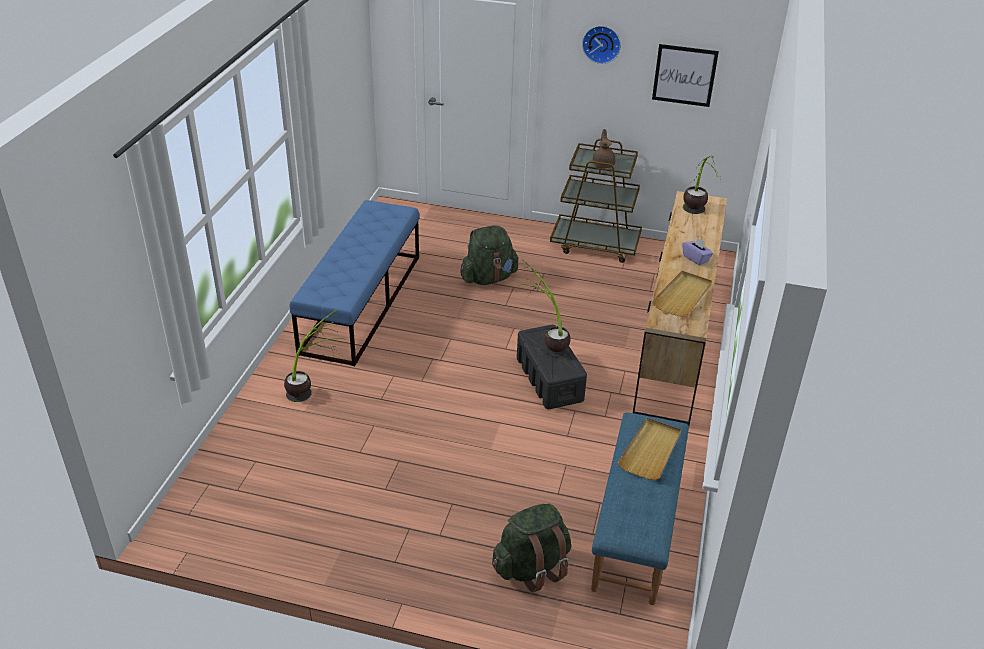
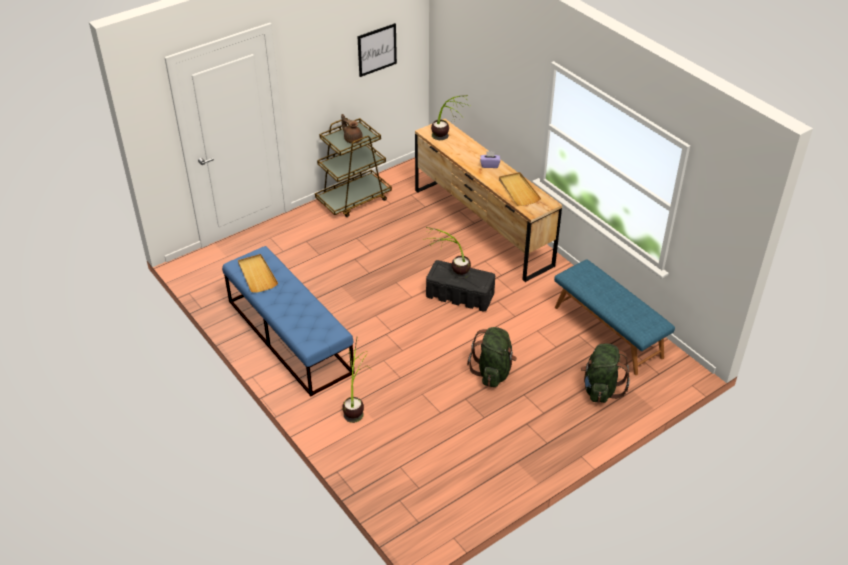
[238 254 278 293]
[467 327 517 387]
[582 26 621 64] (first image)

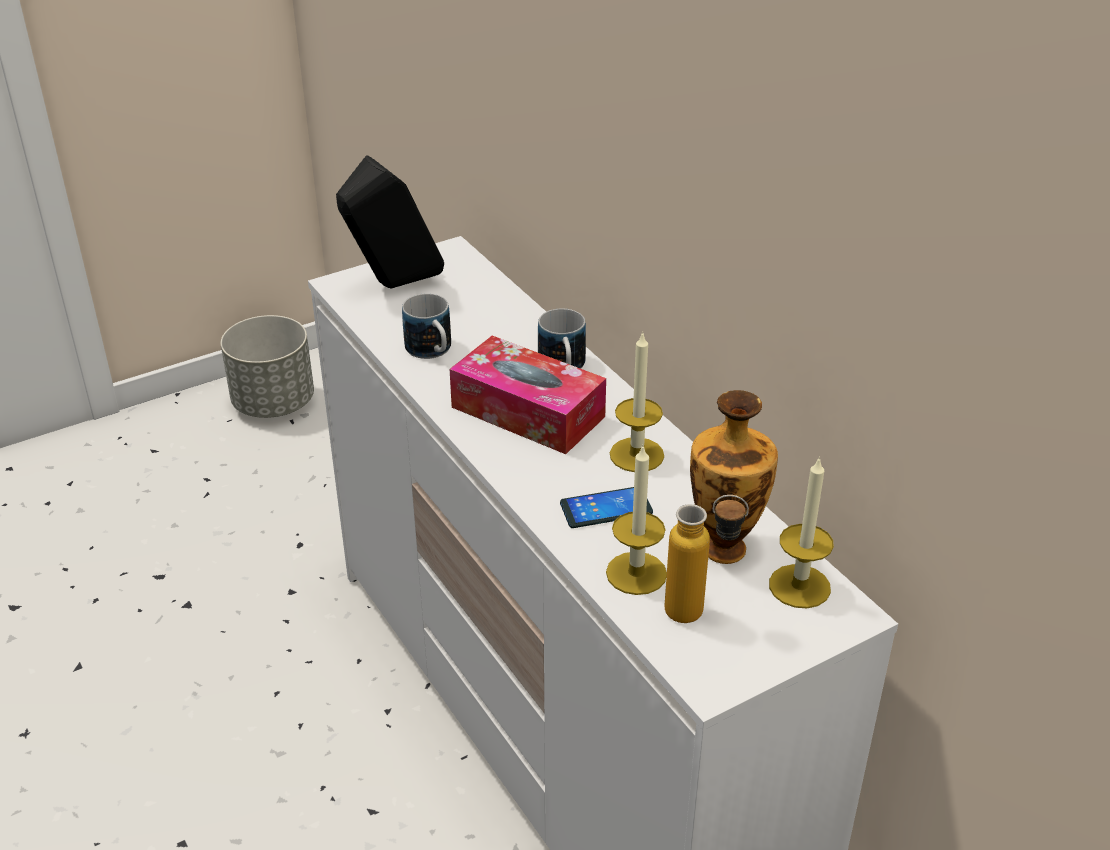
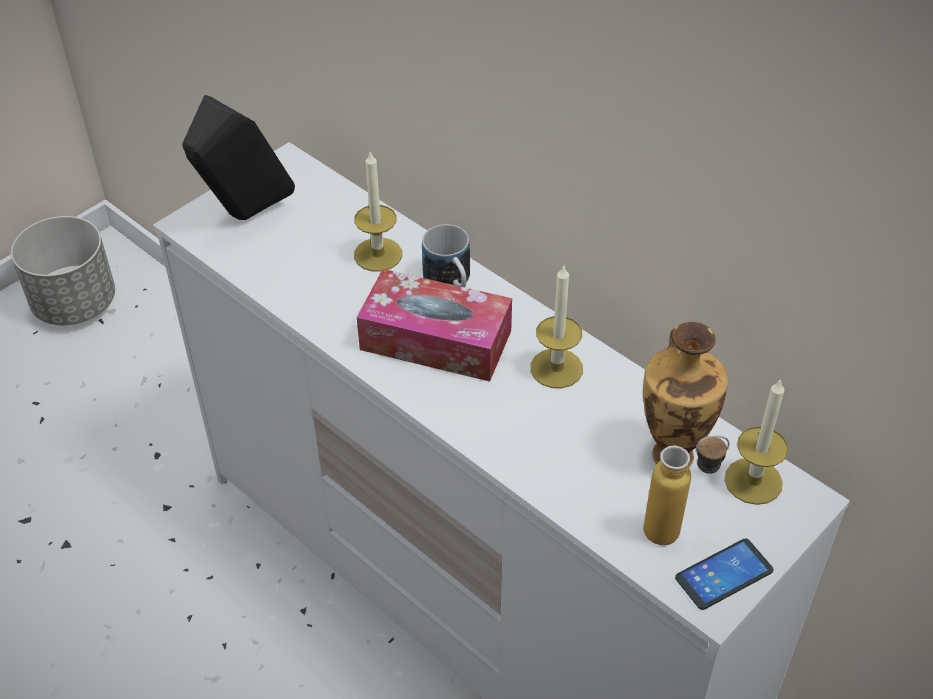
[354 150 402 272]
[675 538 773 610]
[402 293 451 359] (first image)

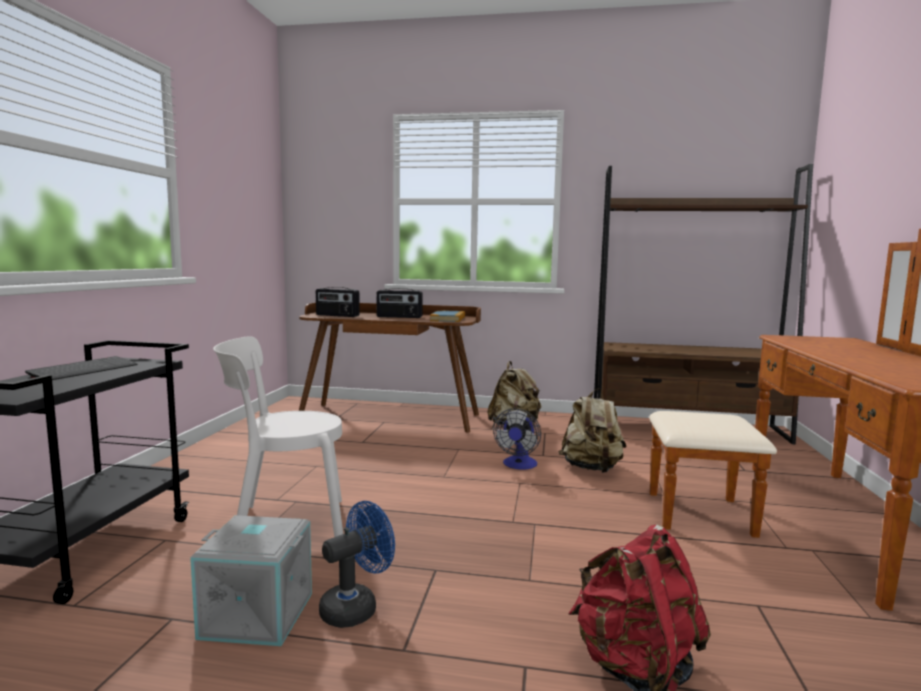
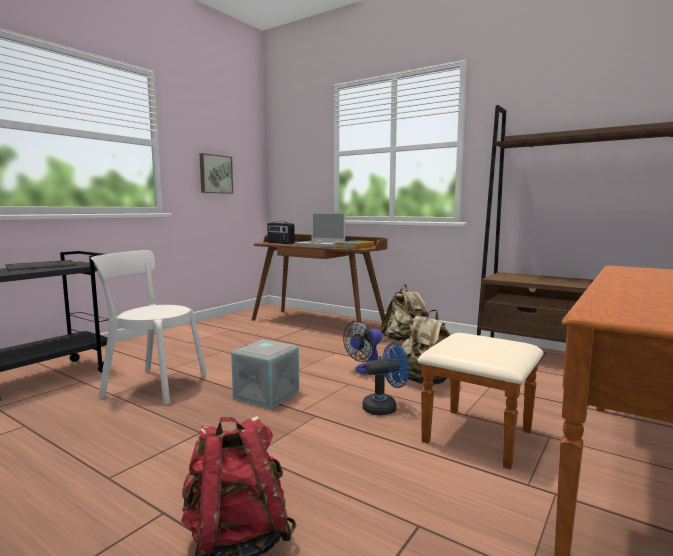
[200 153 233 194]
[231 339 299 409]
[296 212 345 247]
[362 343 409 416]

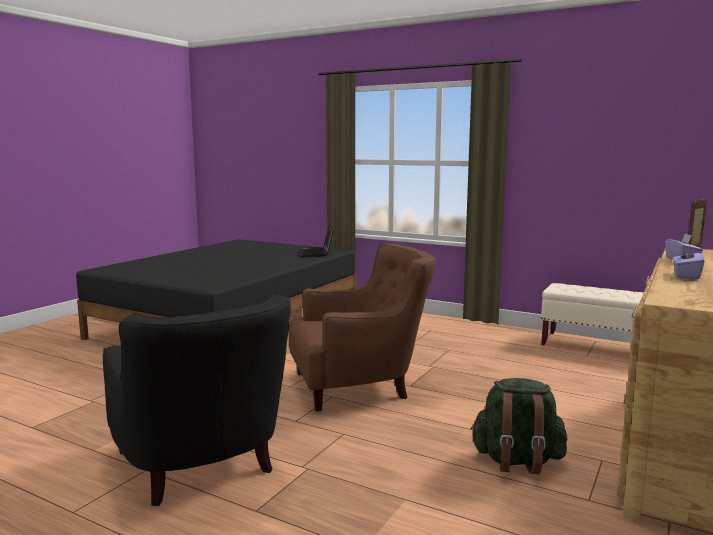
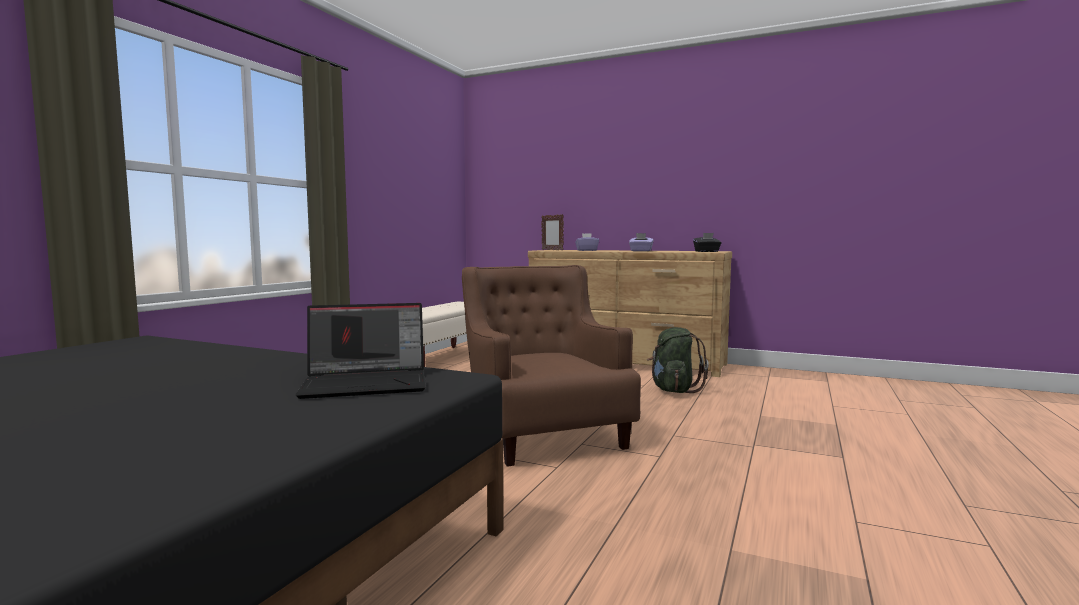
[295 303 426 399]
[693 233 722 252]
[103 294 291 506] (first image)

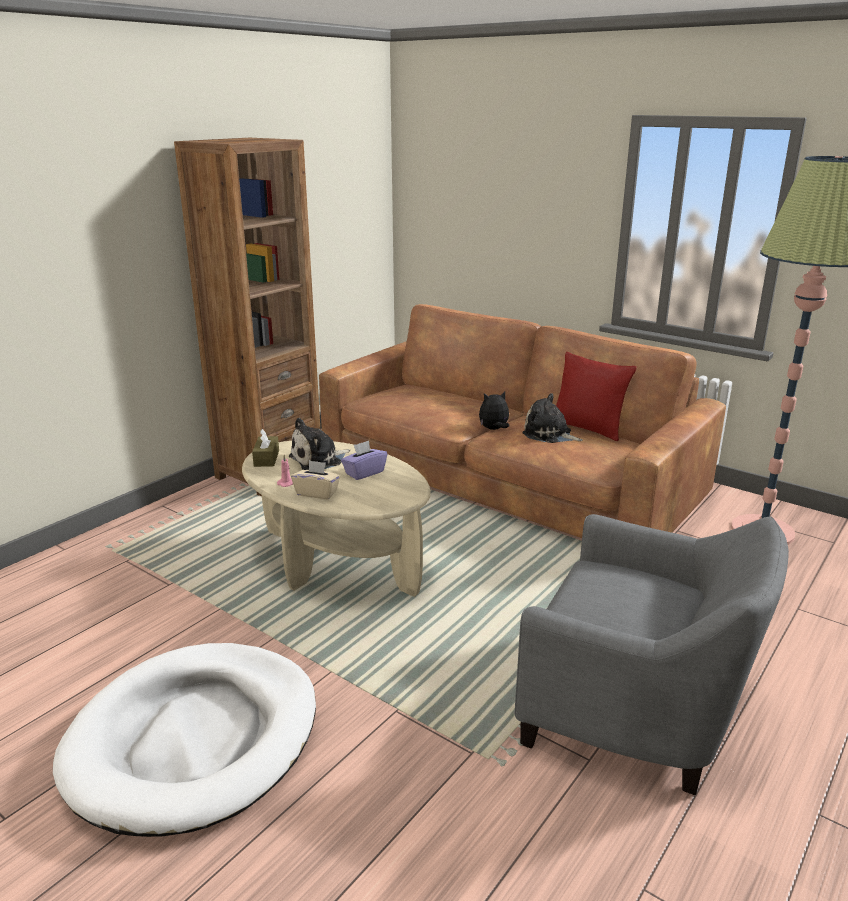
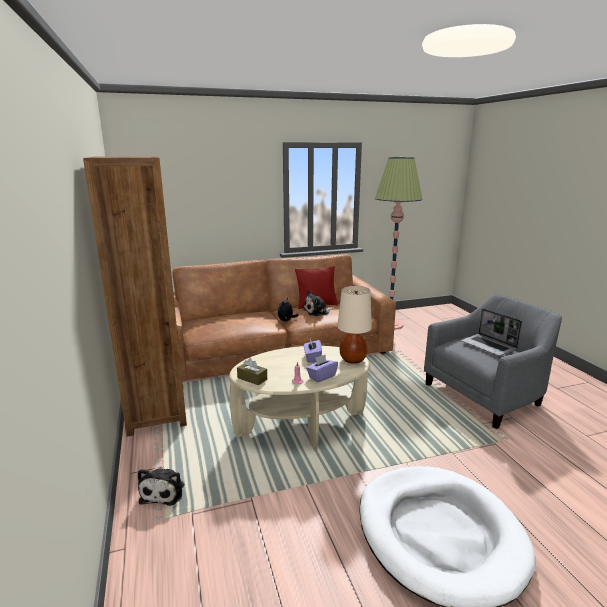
[138 468 184 506]
[306 355 338 382]
[337 286 372 364]
[461 308 522 356]

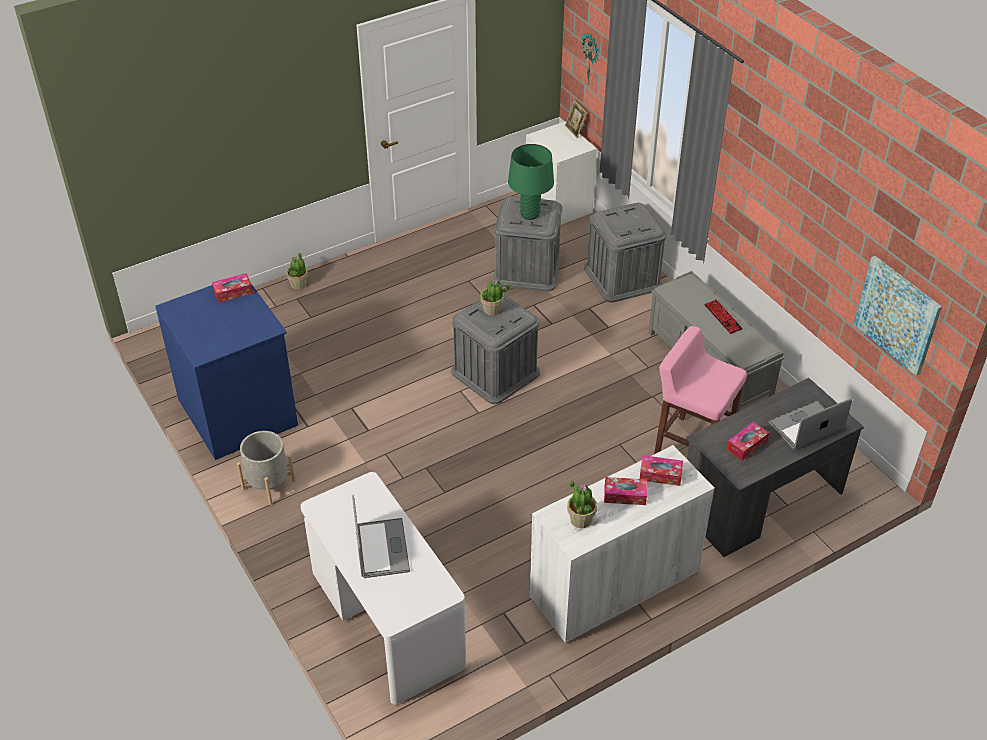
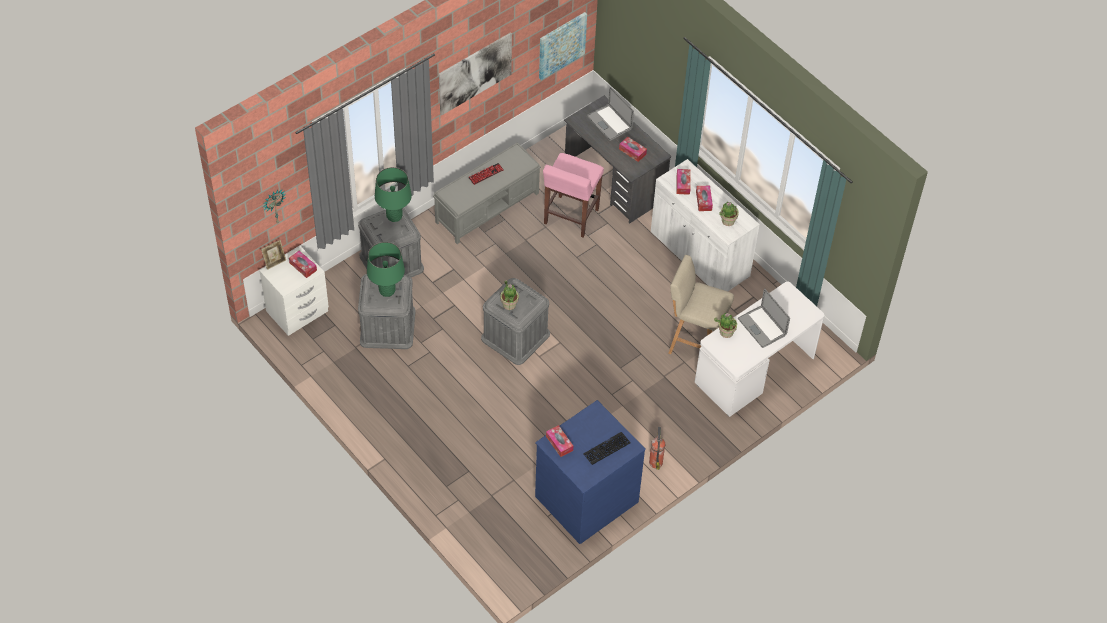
[289 251 317 278]
[375 167 412 222]
[439 32 512 116]
[583 432 631 465]
[649 427 665 470]
[668 255 734 354]
[714 313 737 338]
[738 288 790 348]

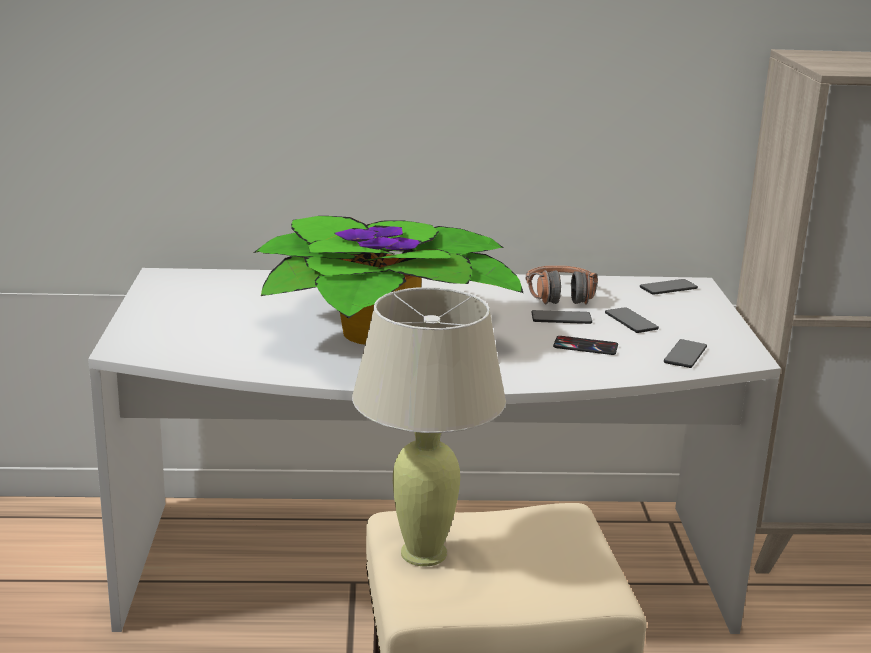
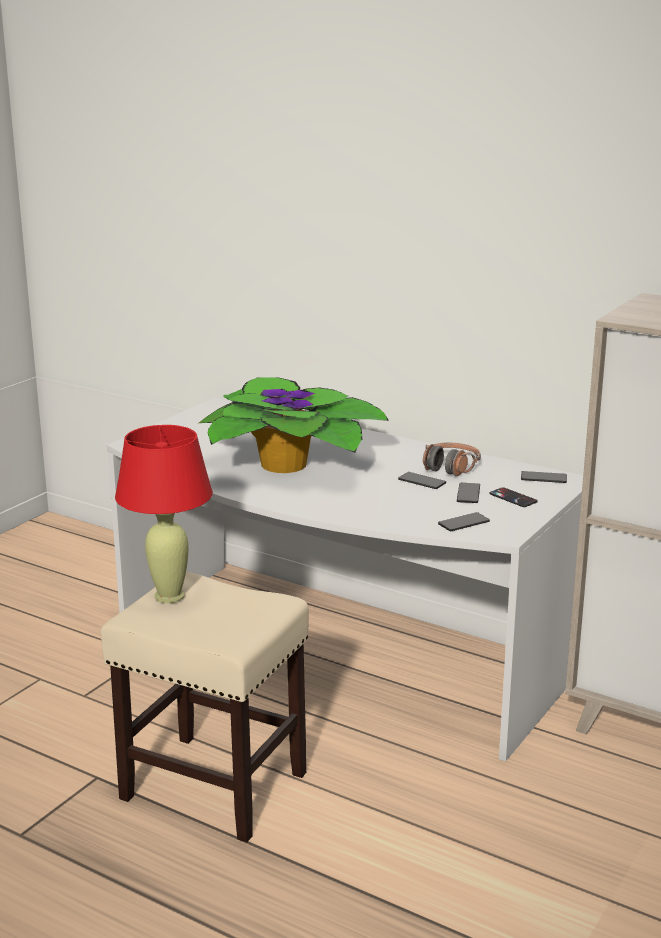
[115 425 213 603]
[489 487 538 507]

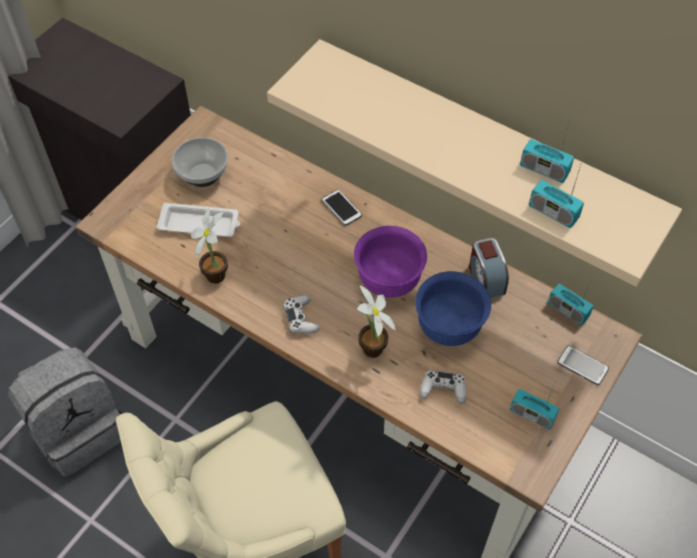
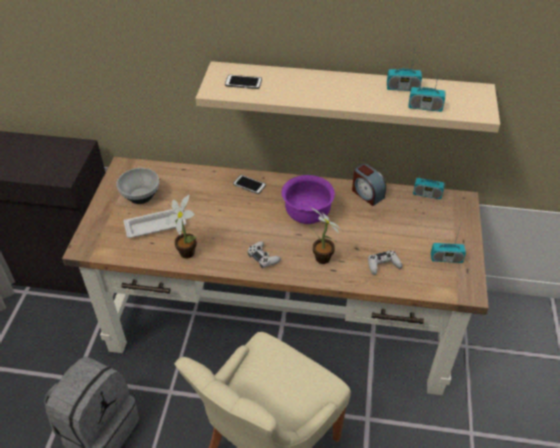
[225 75 262 89]
[415 271 491 346] (first image)

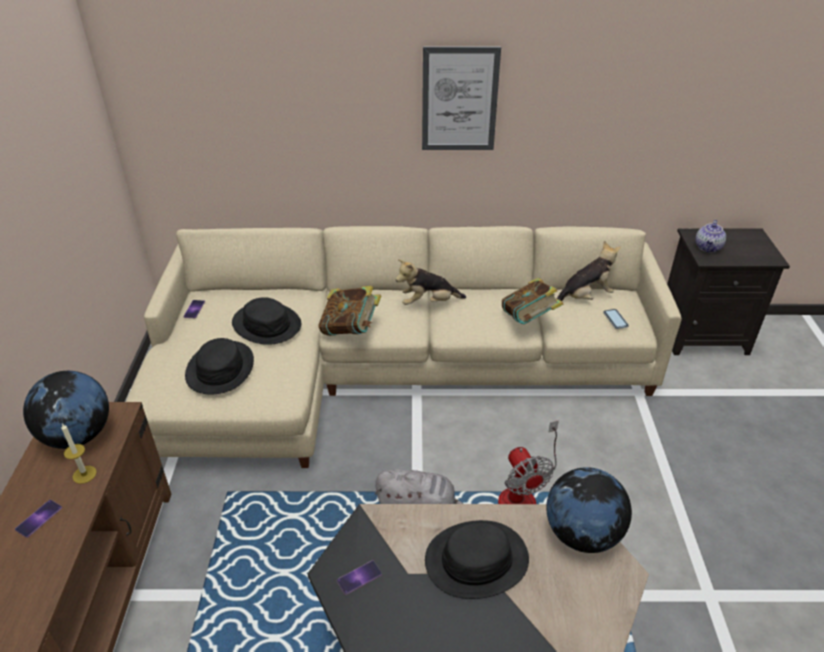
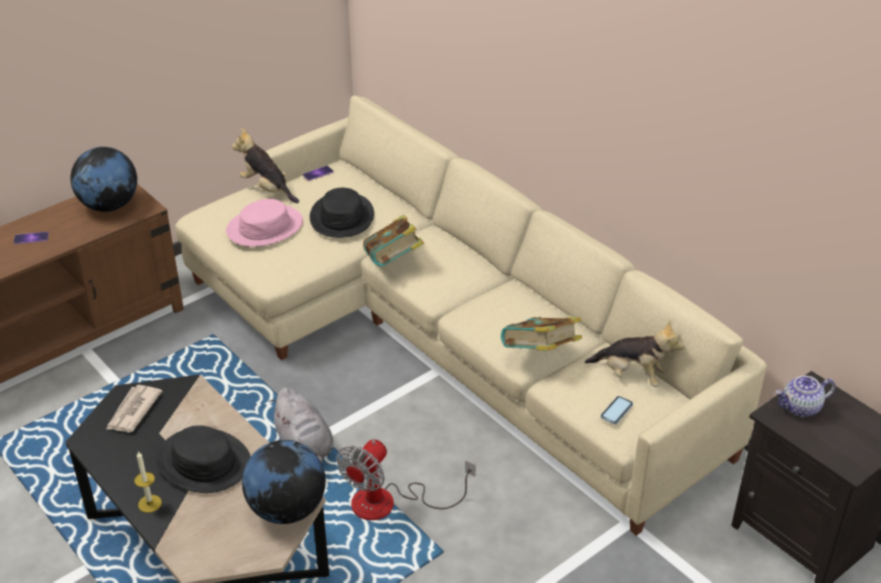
[106 385 162 432]
[134 451 162 513]
[226 199 303 247]
[232 128 299 203]
[422 46 501 150] (first image)

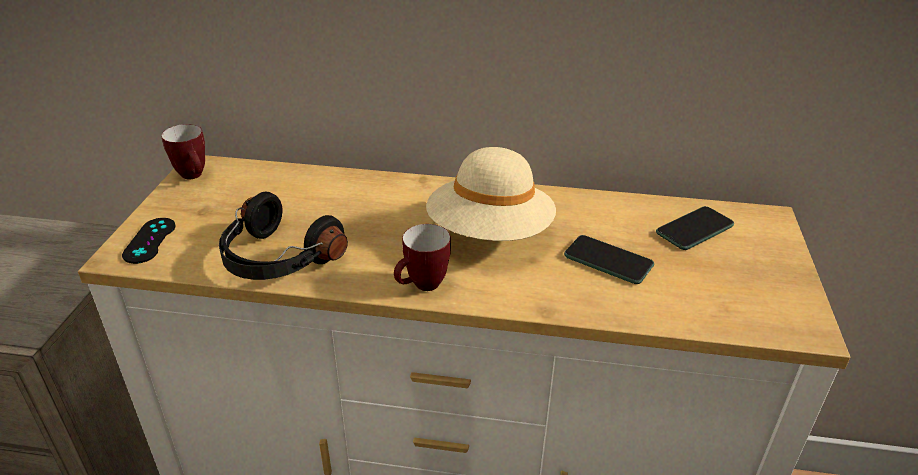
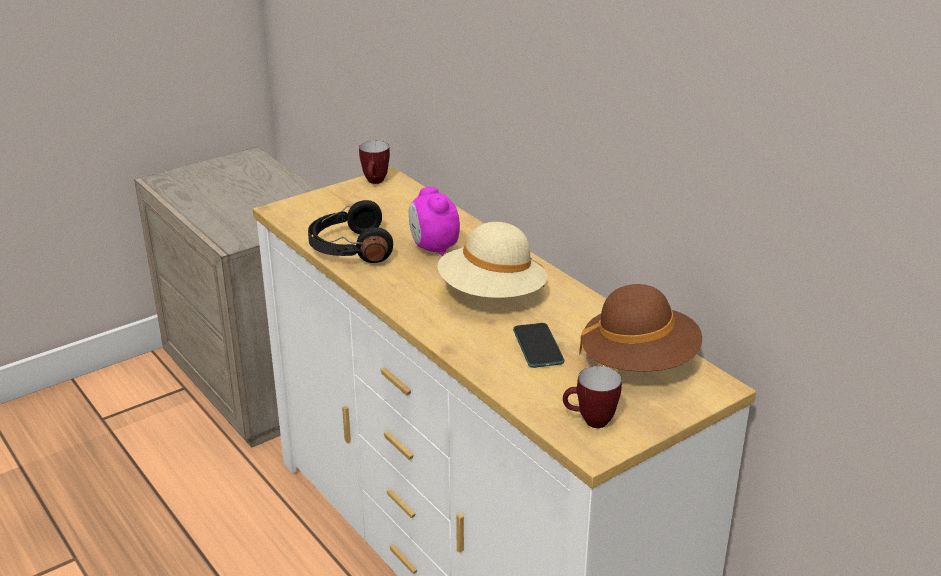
[409 187 460 256]
[563 366 622 428]
[579 284 702 372]
[122 218 176 264] (first image)

